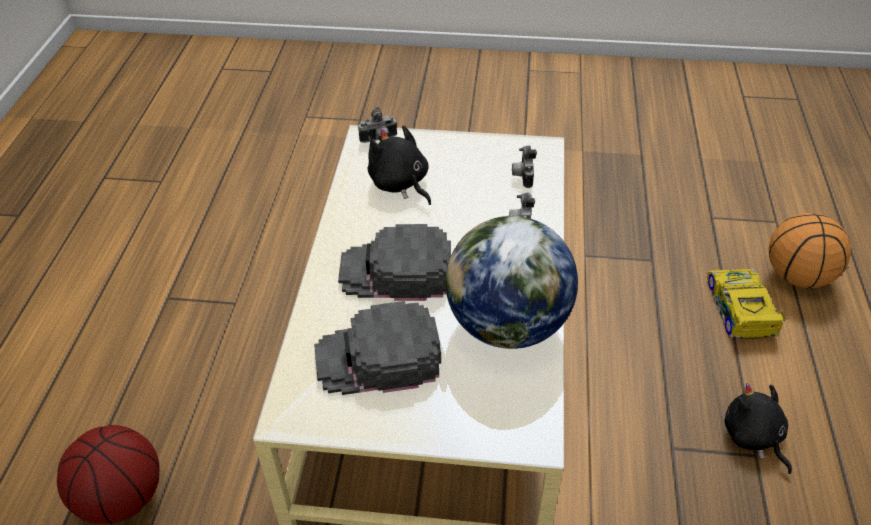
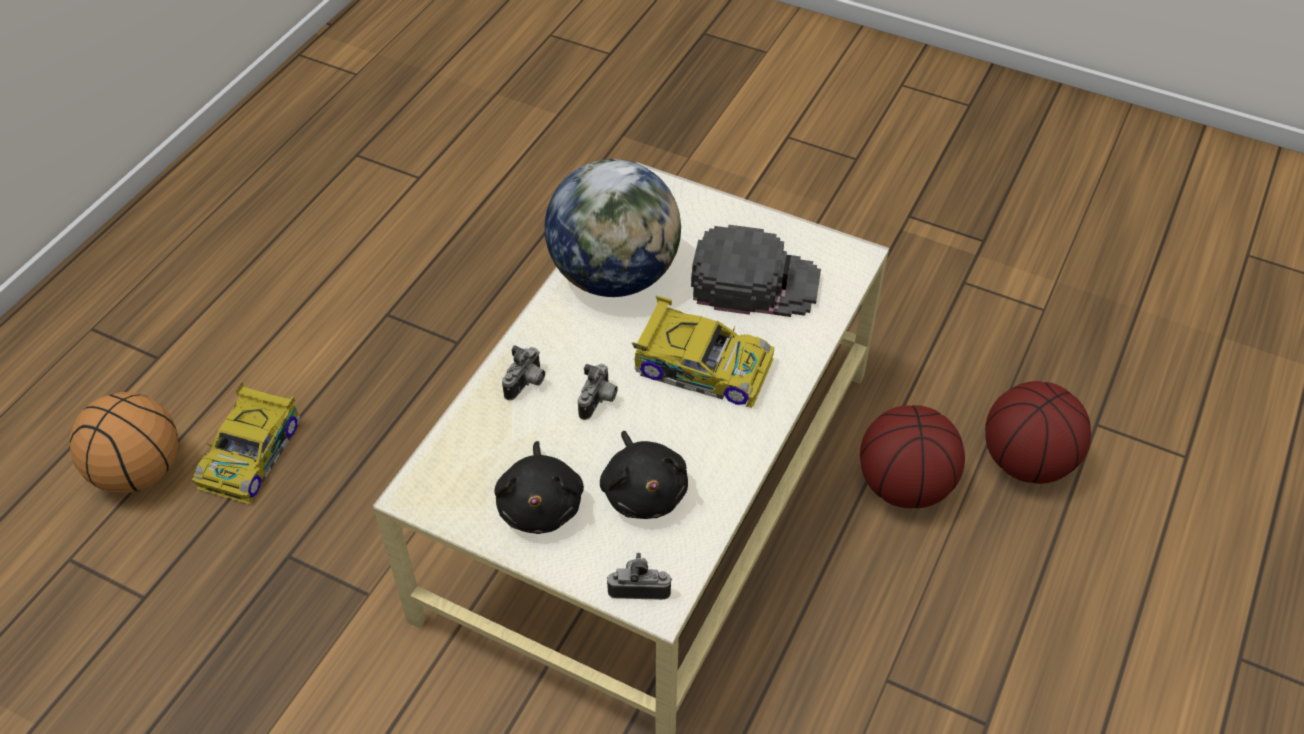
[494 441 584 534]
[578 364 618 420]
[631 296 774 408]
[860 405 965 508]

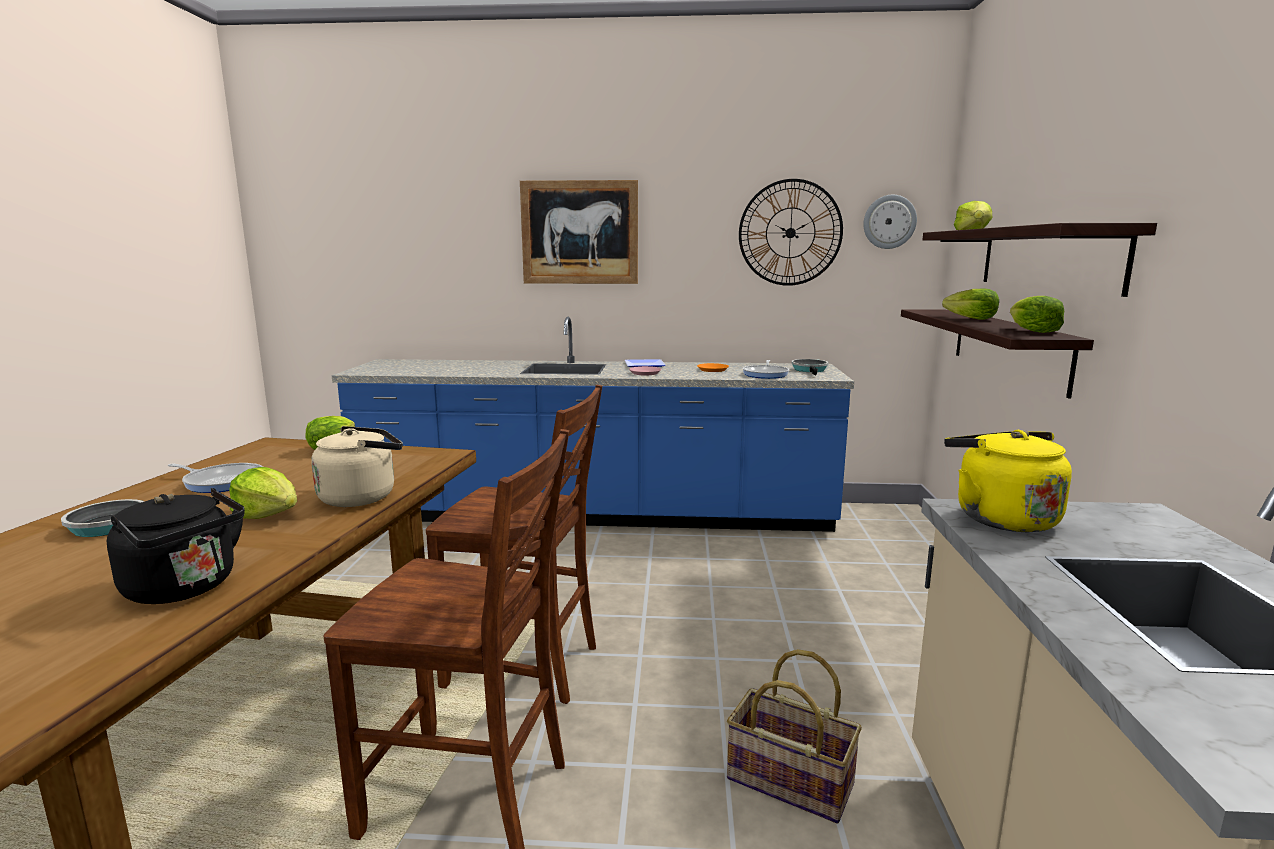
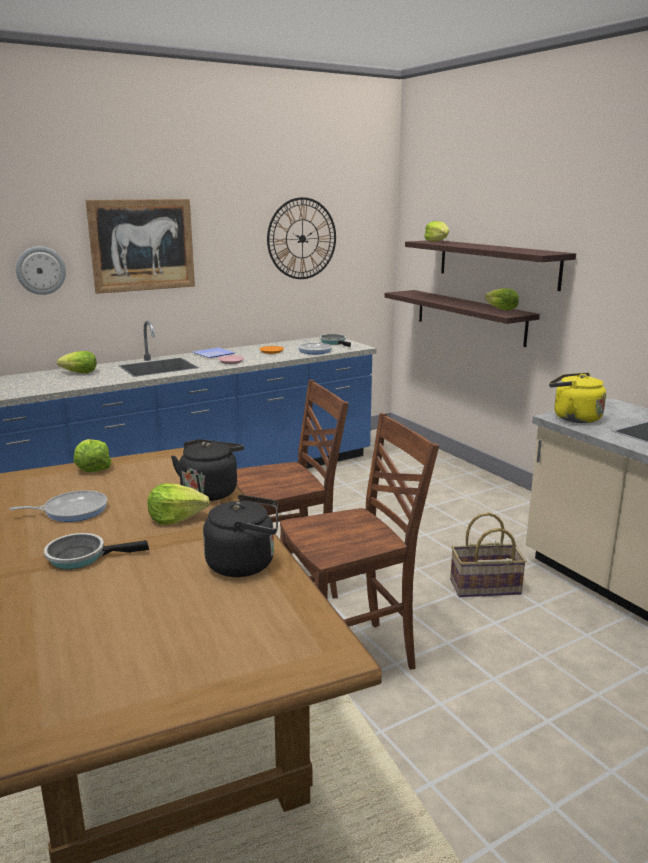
[16 246 66 295]
[57 351 97 373]
[171 439 244 501]

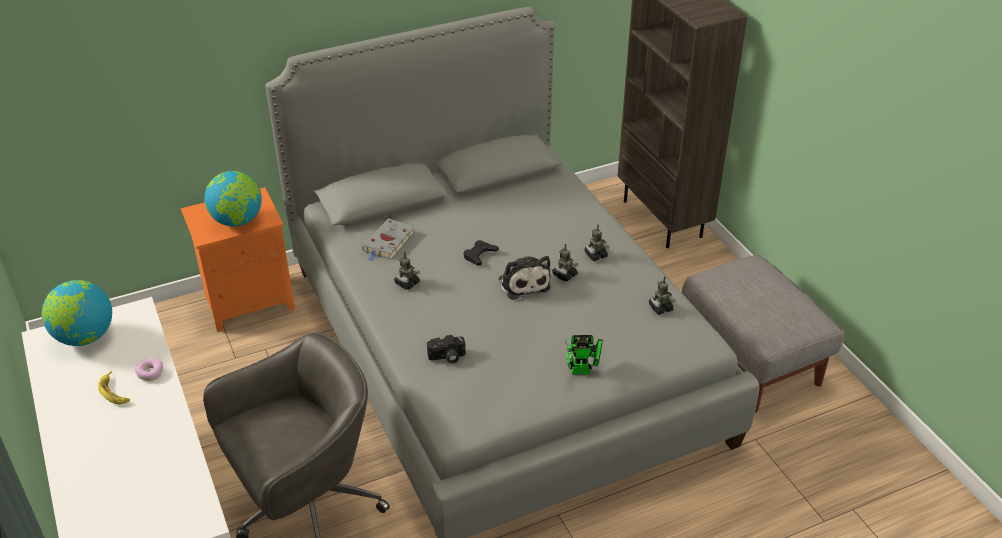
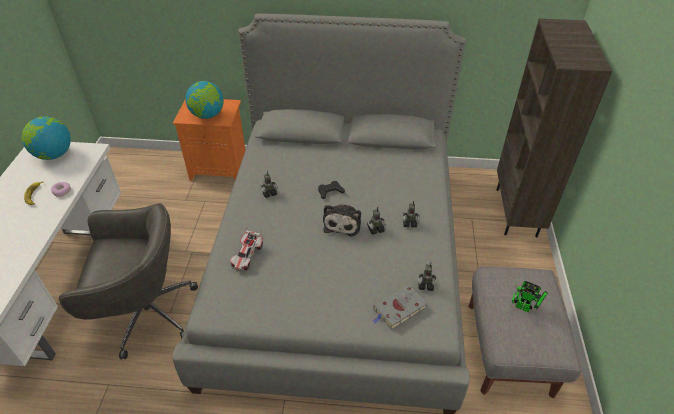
[230 227 263 271]
[373 285 427 330]
[512 281 548 313]

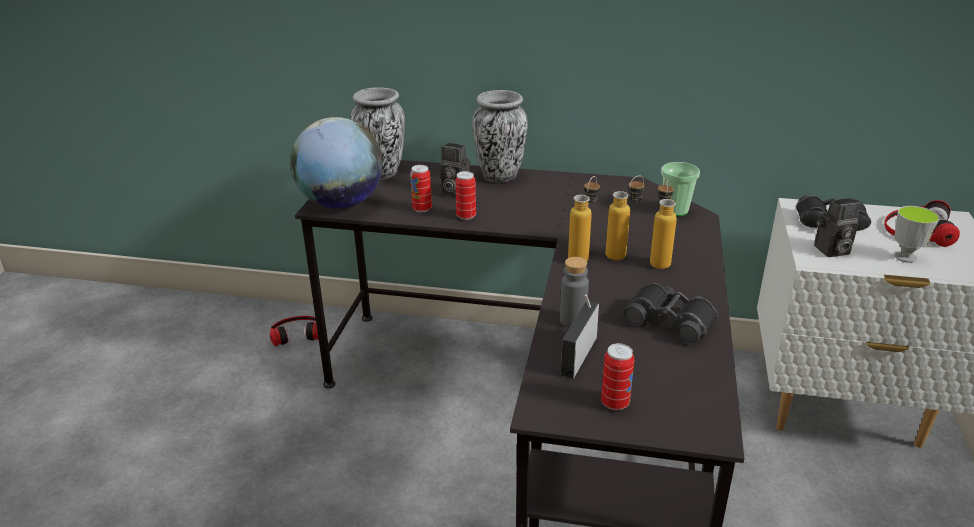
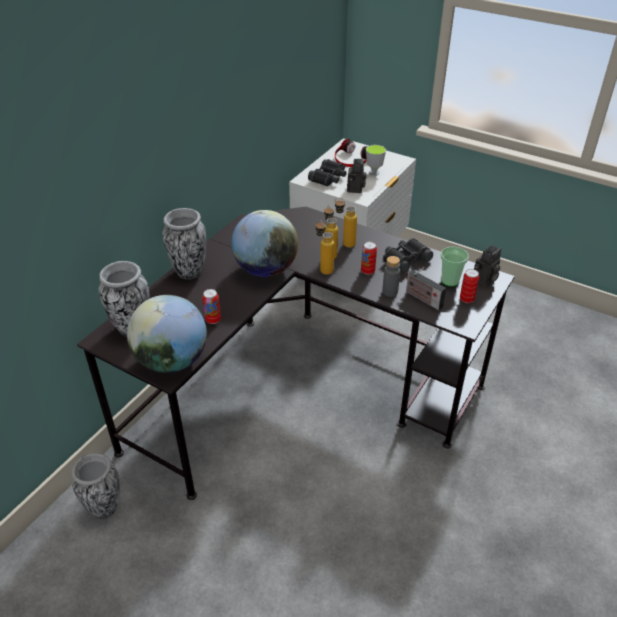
[72 453 120 519]
[231 210 298 277]
[361 241 377 275]
[441 247 469 287]
[474 245 501 287]

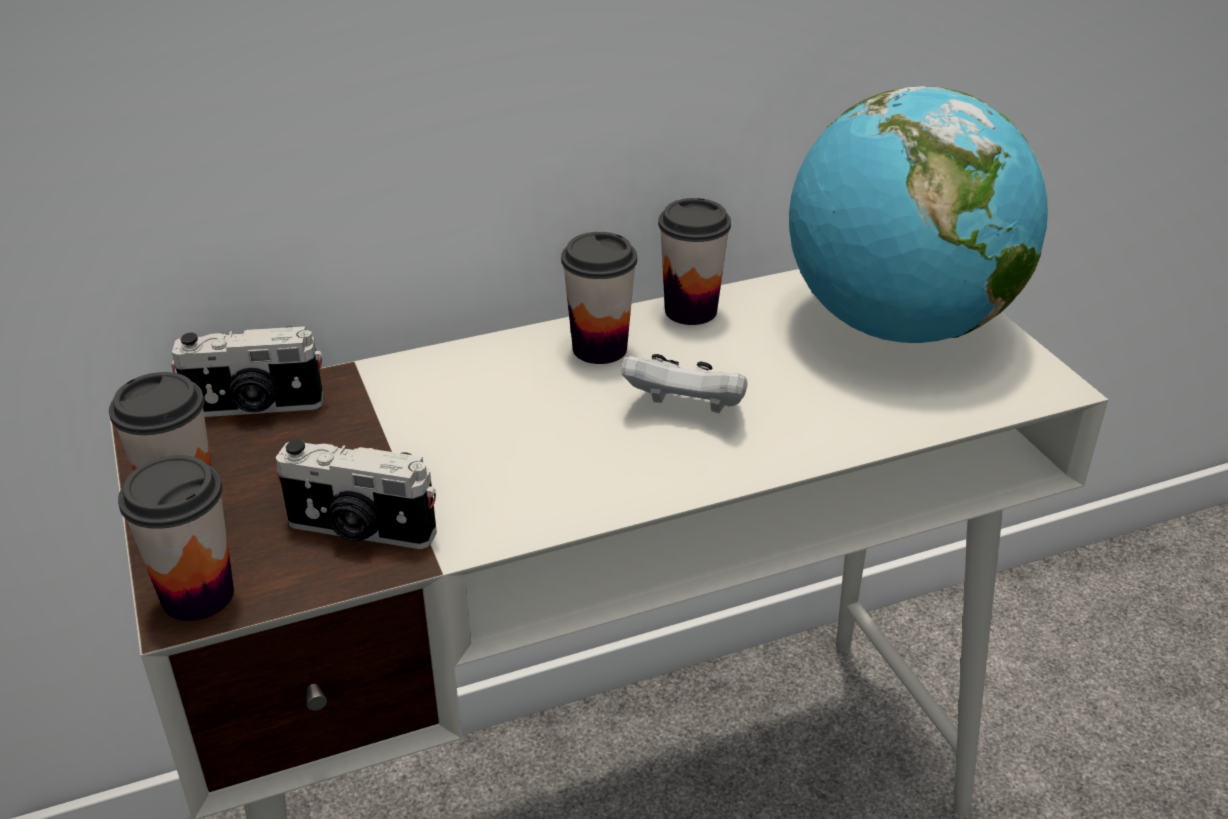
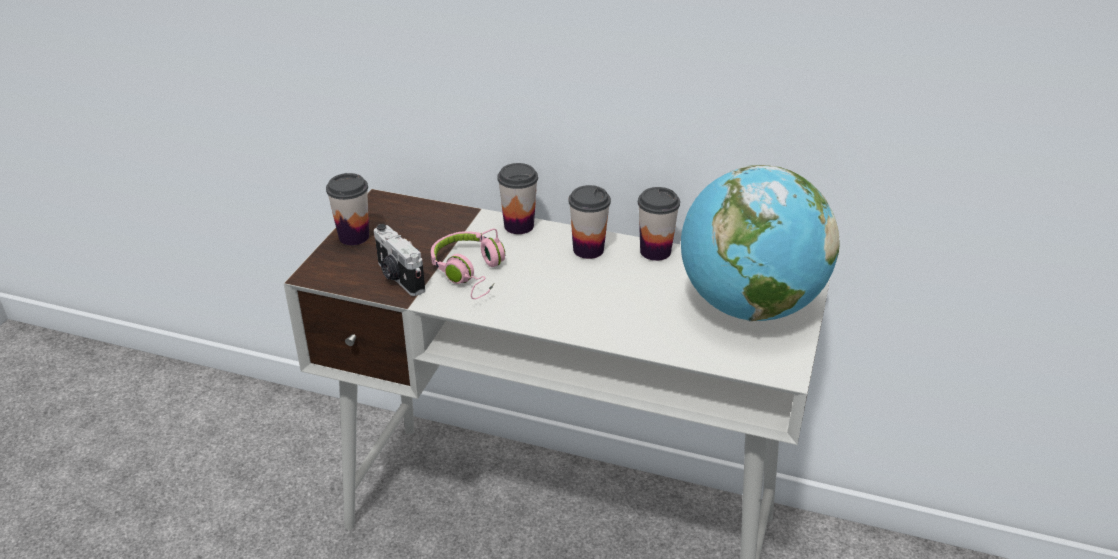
[431 229 505 299]
[497 163 538 234]
[171 326 324 417] (first image)
[622 354 748 413] (first image)

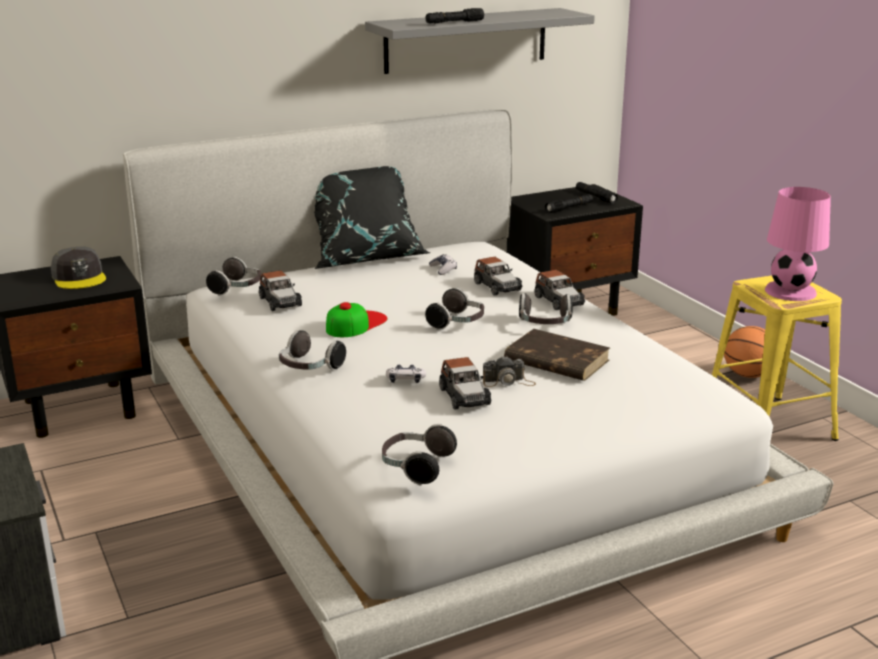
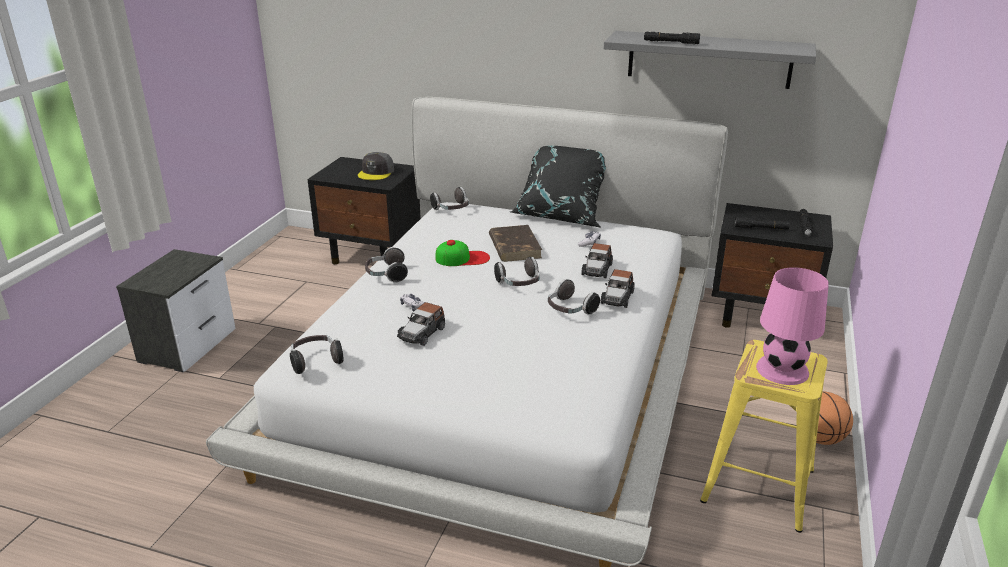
[489 225 542 262]
[259 270 302 311] (first image)
[483 356 536 387] (first image)

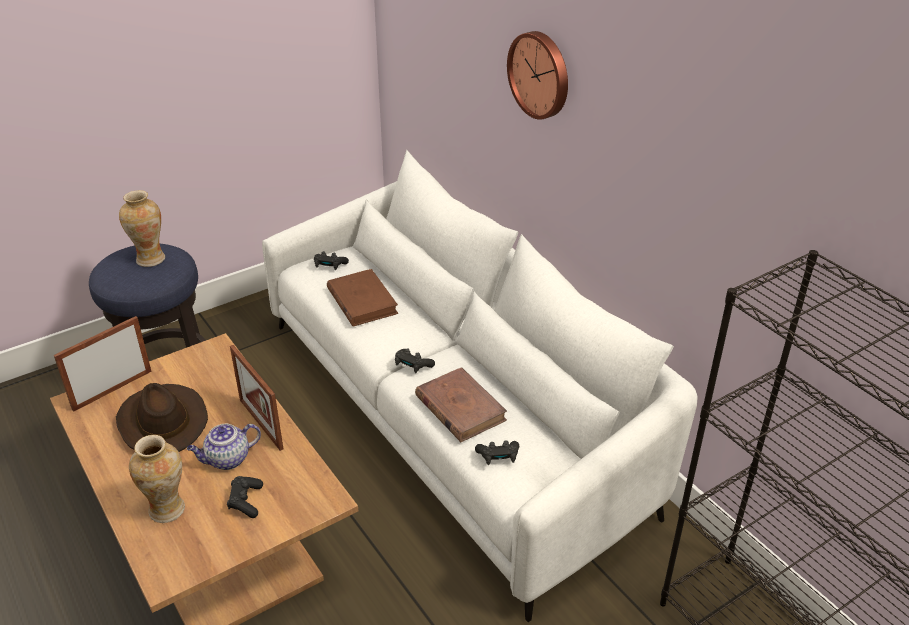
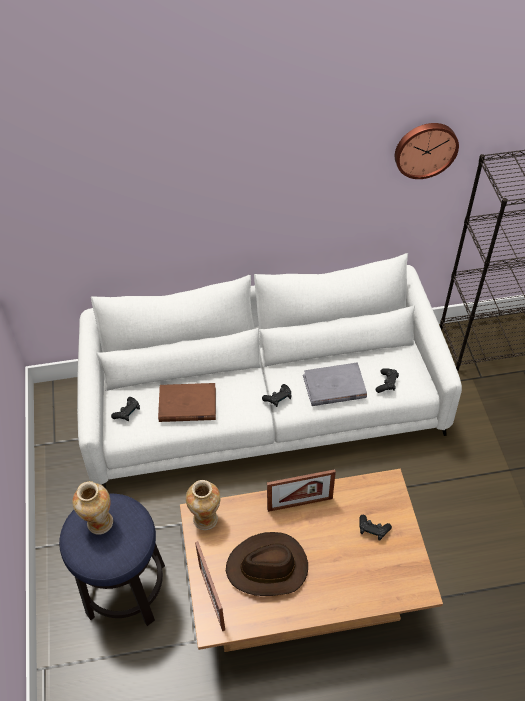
[186 480 221 530]
[303 362 367 406]
[395 123 459 179]
[187 424 261 470] (first image)

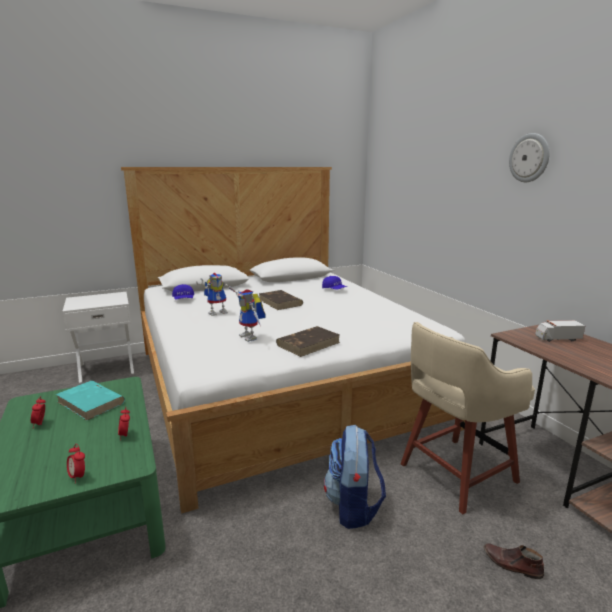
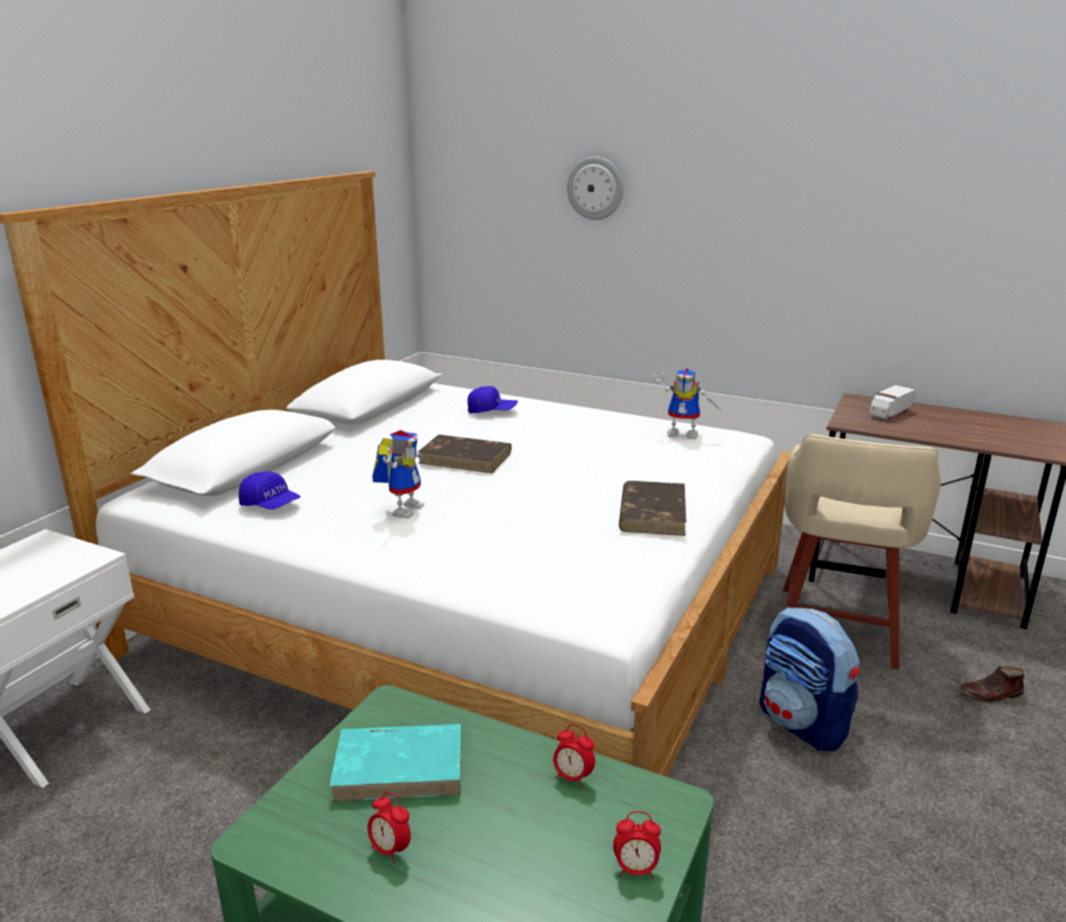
[567 157 623 220]
[653 368 721 439]

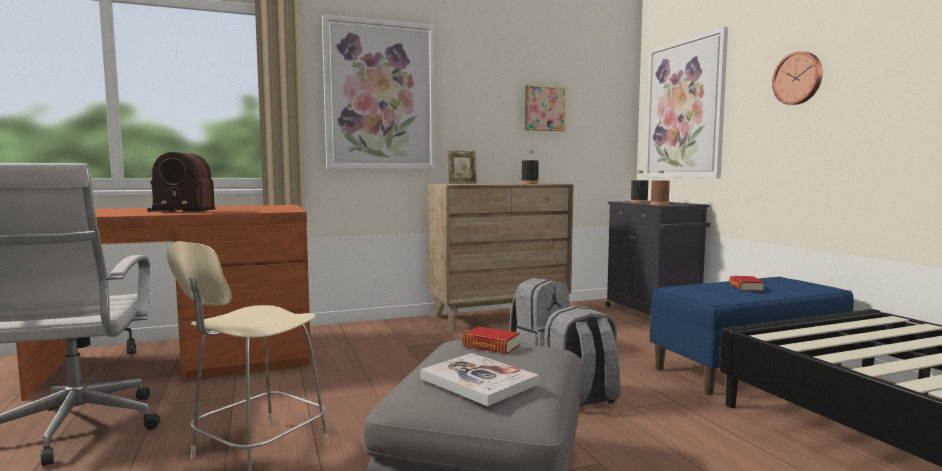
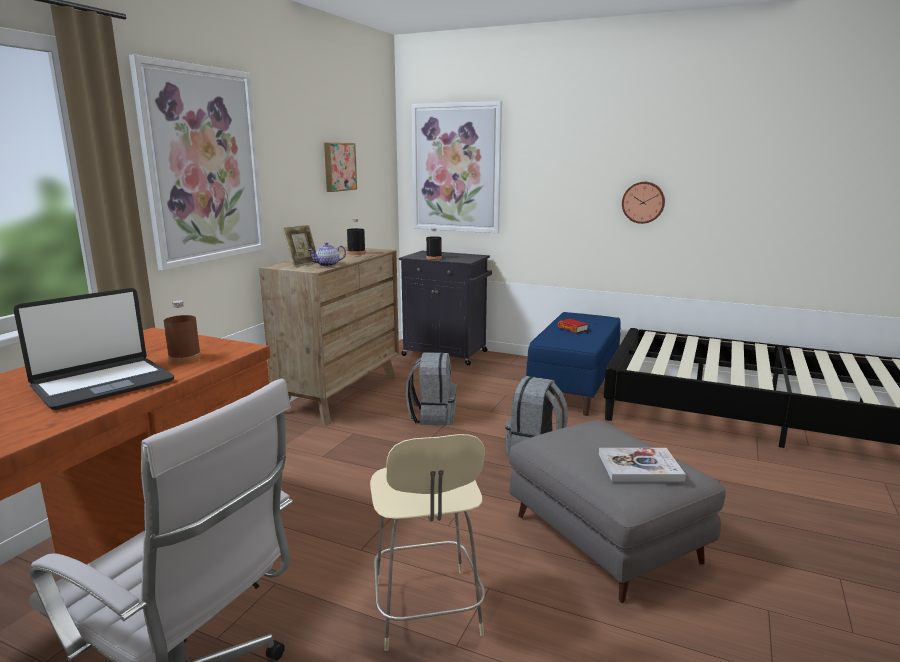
[14 288 174 410]
[164 301 201 364]
[308 242 346 266]
[622 182 665 224]
[463 327 520 354] (first image)

